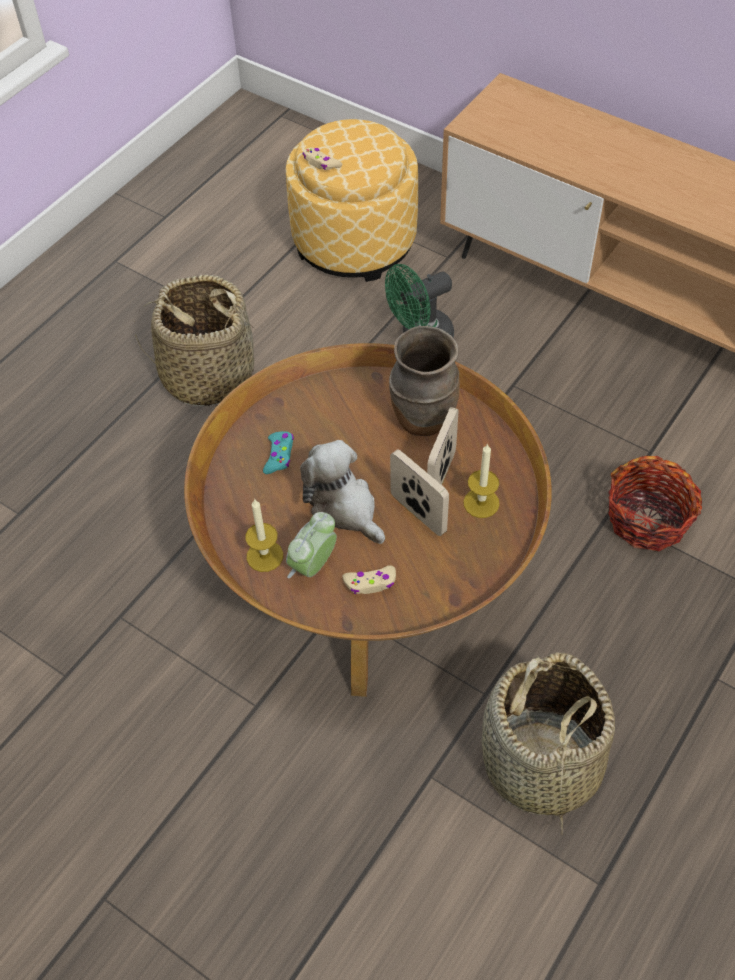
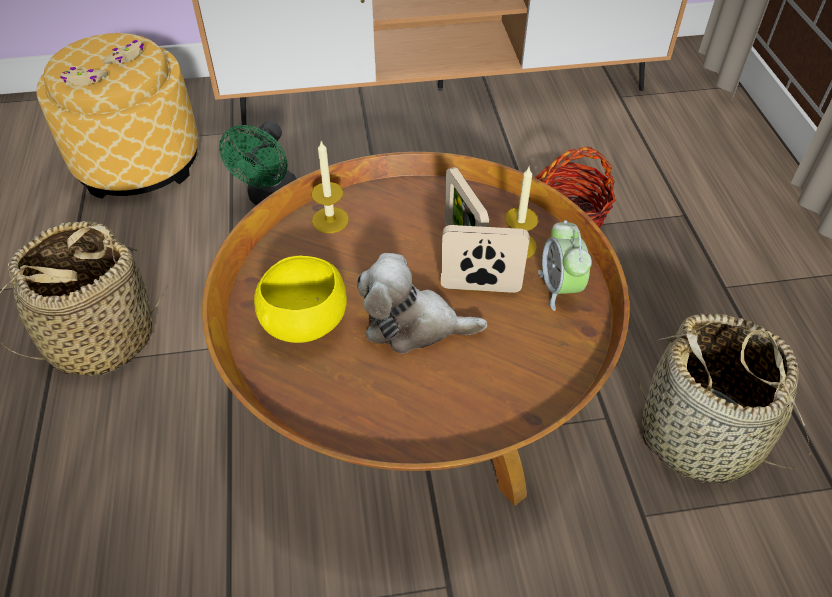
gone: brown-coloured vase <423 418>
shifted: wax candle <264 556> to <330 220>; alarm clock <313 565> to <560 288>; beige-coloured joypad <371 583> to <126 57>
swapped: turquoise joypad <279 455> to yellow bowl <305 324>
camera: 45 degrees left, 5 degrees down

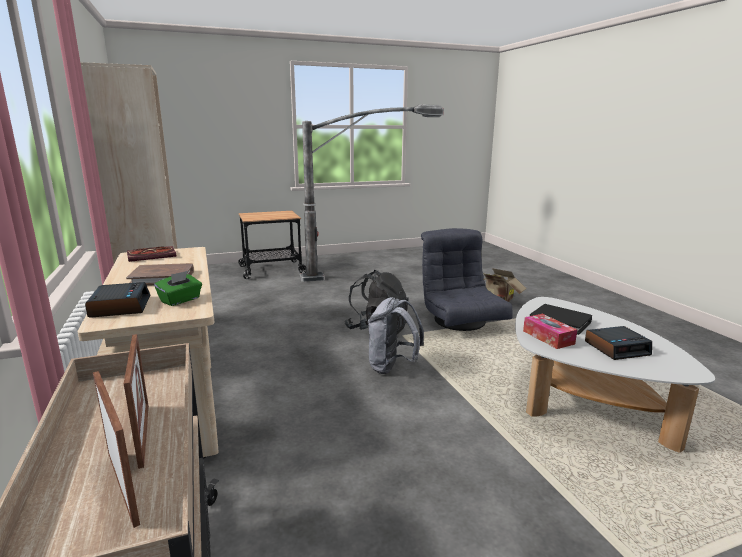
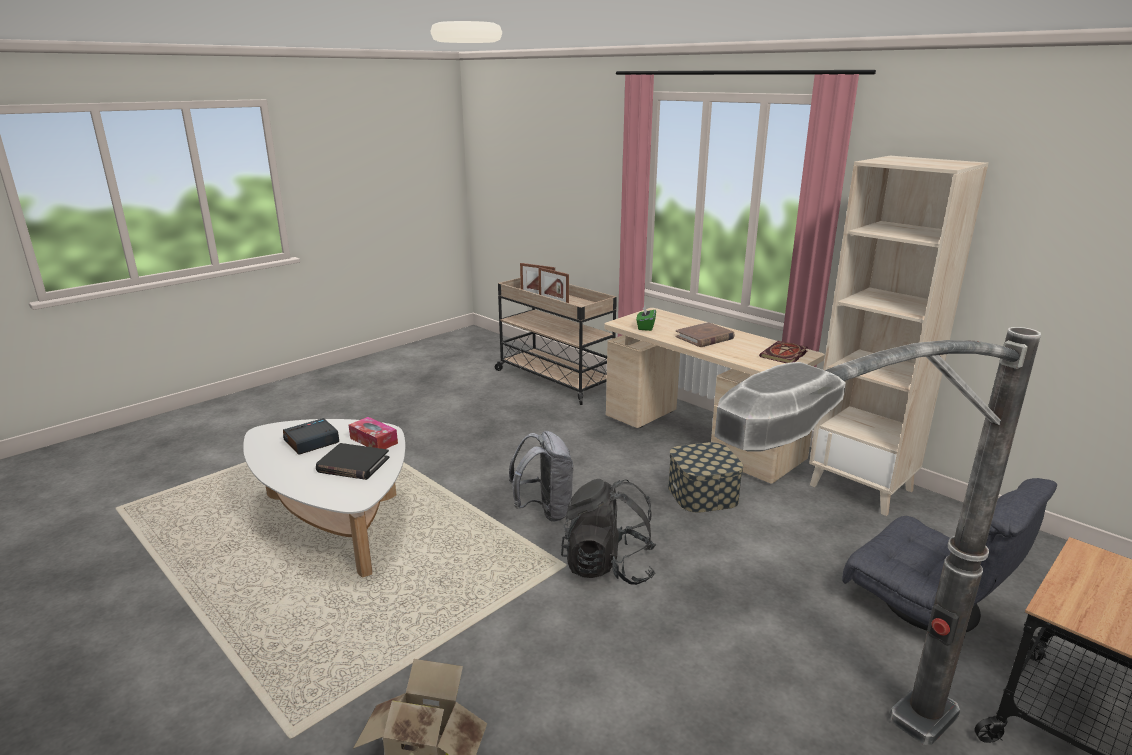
gone: alarm clock <120 306>
new: storage container <702 494>
shifted: gray easy chair <461 321> to <928 606>
camera: 155 degrees right, 5 degrees up

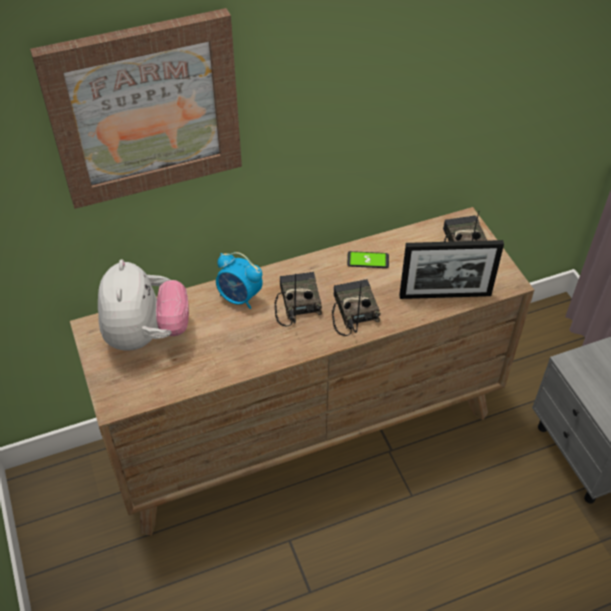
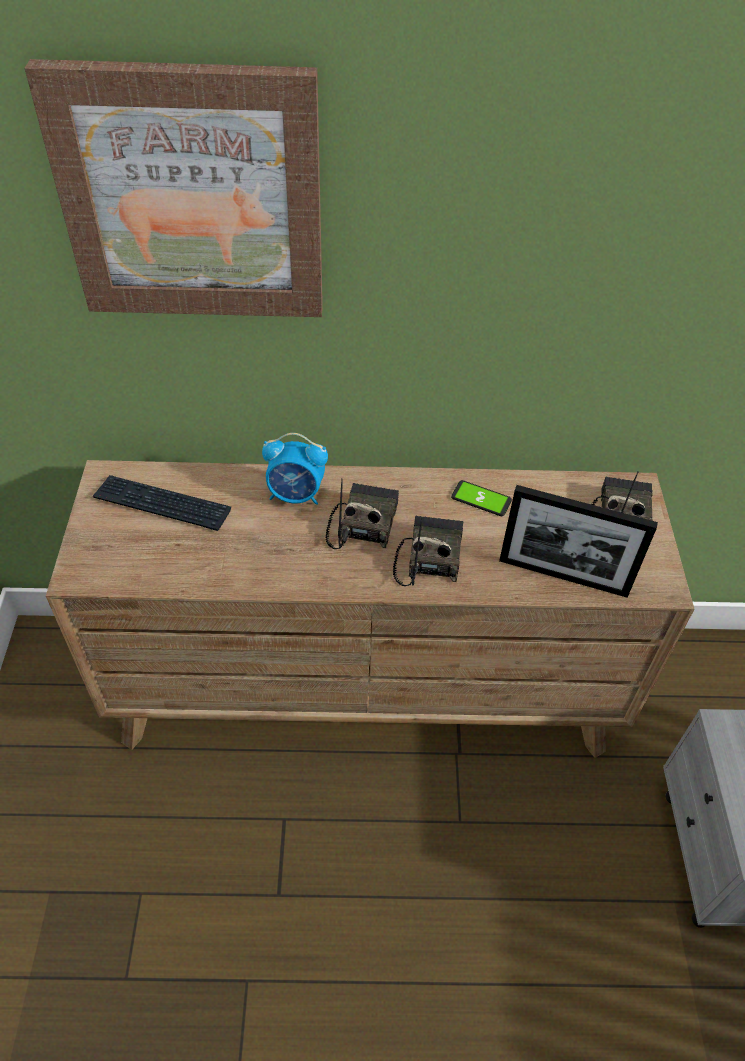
swapped: plush toy <146 335> to computer keyboard <162 504>
rotated: alarm clock <240 297> = <296 495> 45 degrees counterclockwise
camera: 20 degrees right, 0 degrees up

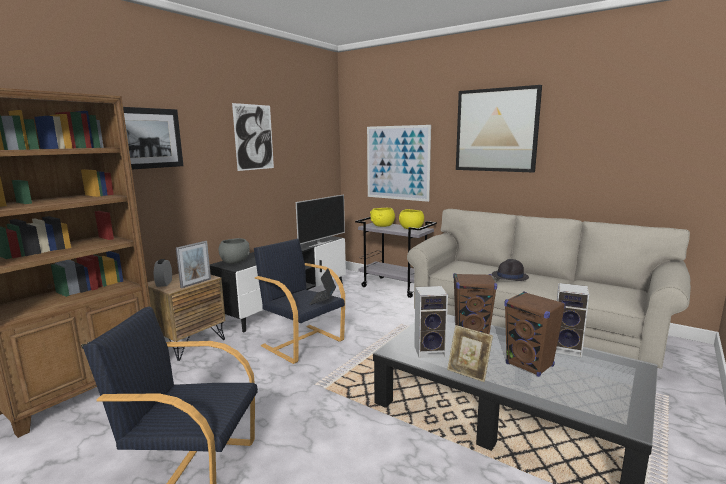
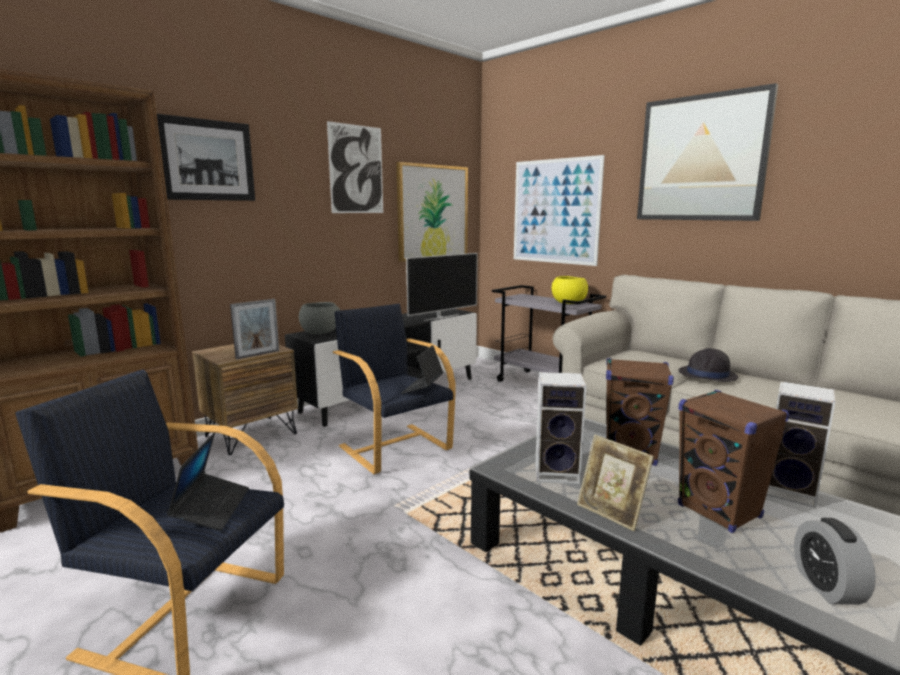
gone: yellow bowl <382 226>
new: portable computer <211 508>; picture <433 212>
shifted: alarm clock <164 283> to <826 587>
camera: 10 degrees right, 0 degrees up

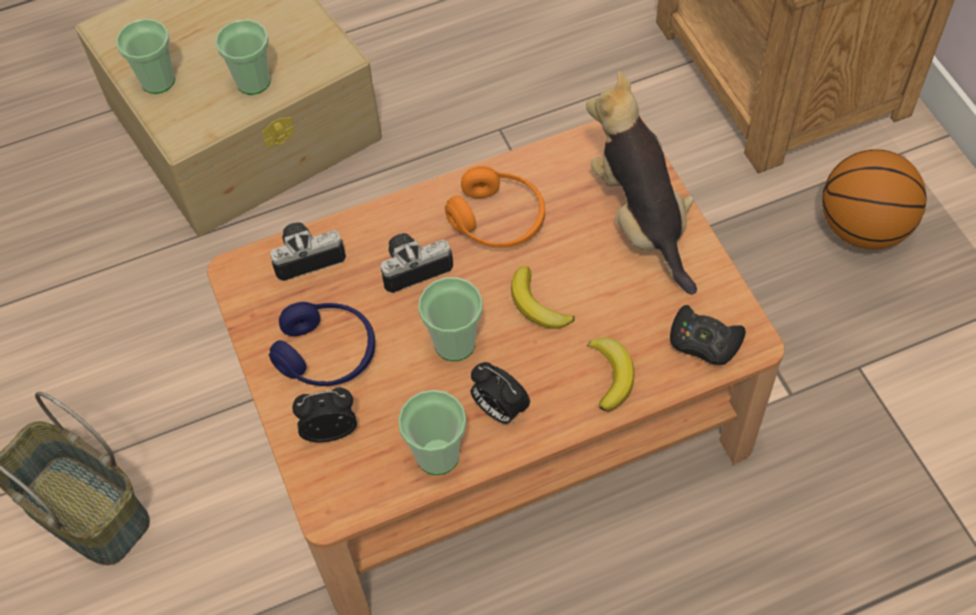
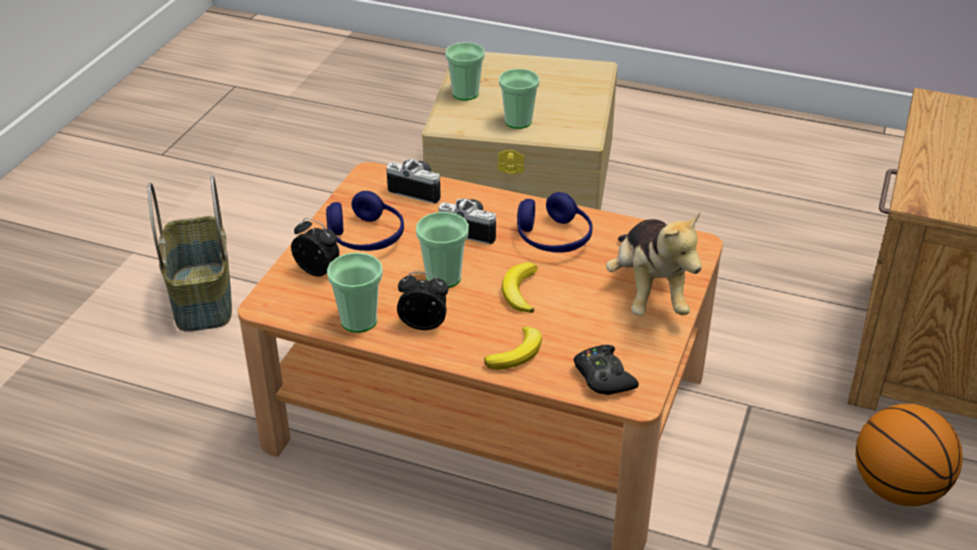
repainted: orange-coloured pair of headphones <497 220> to bluish pair of headphones <553 238>
rotated: alarm clock <499 410> = <424 324> 105 degrees clockwise; plush toy <641 219> = <648 292> 150 degrees clockwise
camera: 40 degrees right, 20 degrees down

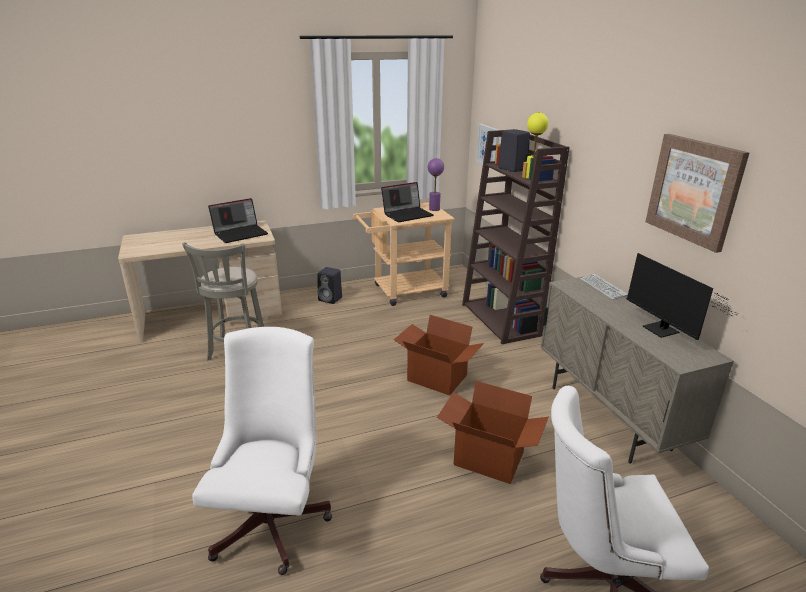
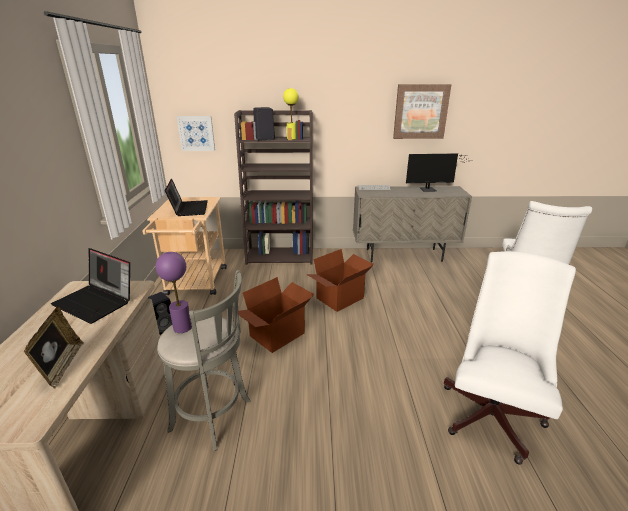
new: standing frame <62 366>
shifted: purple-coloured table lamp <434 209> to <182 327>; packing box <488 459> to <278 335>
rotated: white-coloured computer chair <274 518> = <492 412> 90 degrees clockwise; portable computer <241 233> = <97 301> 135 degrees clockwise
camera: 70 degrees left, 0 degrees up

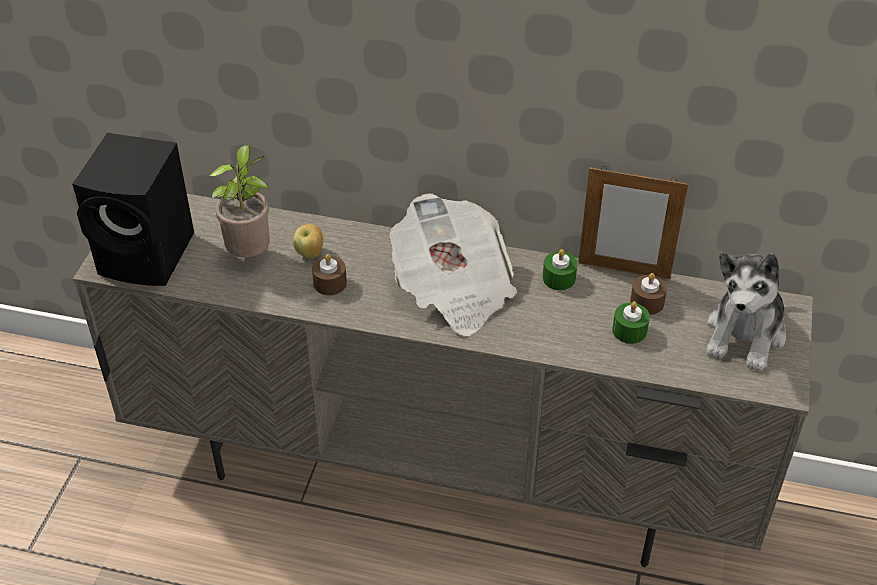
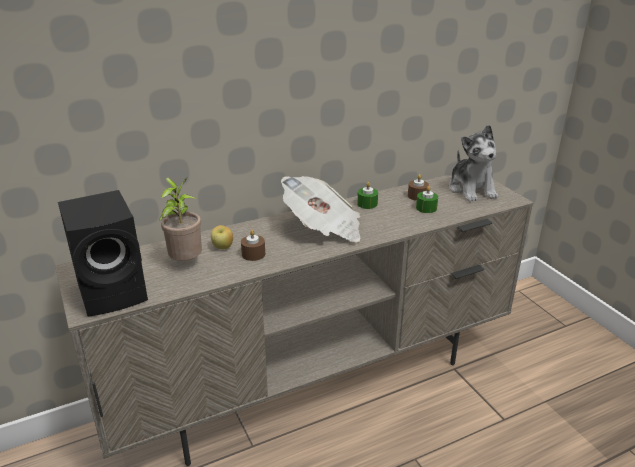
gone: standing frame <624 270>
camera: 40 degrees left, 15 degrees down

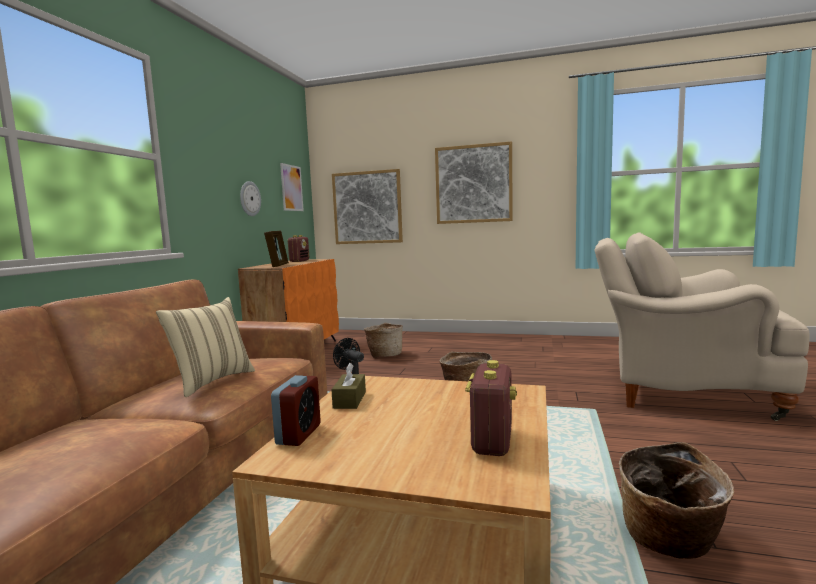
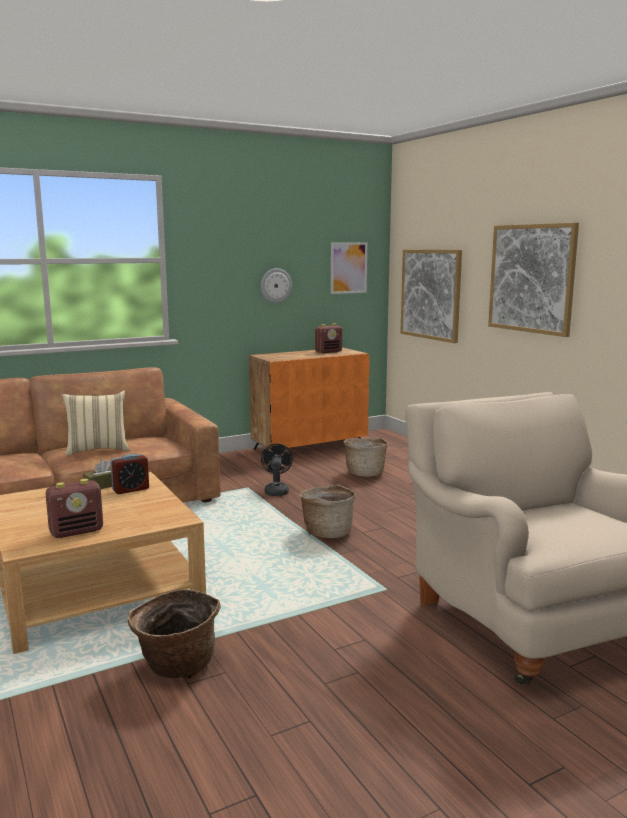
gone: standing frame <278 265>
shifted: alarm clock <299 434> to <131 489>
camera: 45 degrees right, 5 degrees up

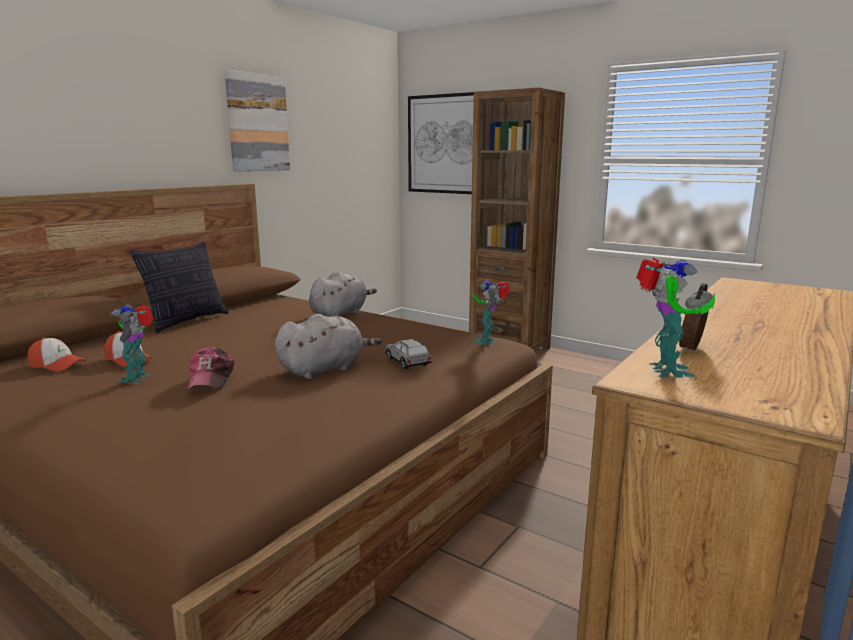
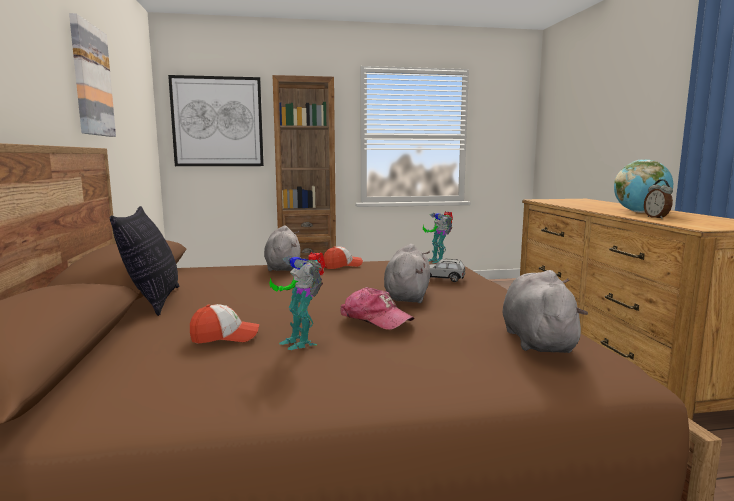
gone: model robot <665 371>
new: gray plush toy <537 340>; desk globe <640 212>
shifted: cap <57 365> to <342 266>
camera: 45 degrees left, 5 degrees down

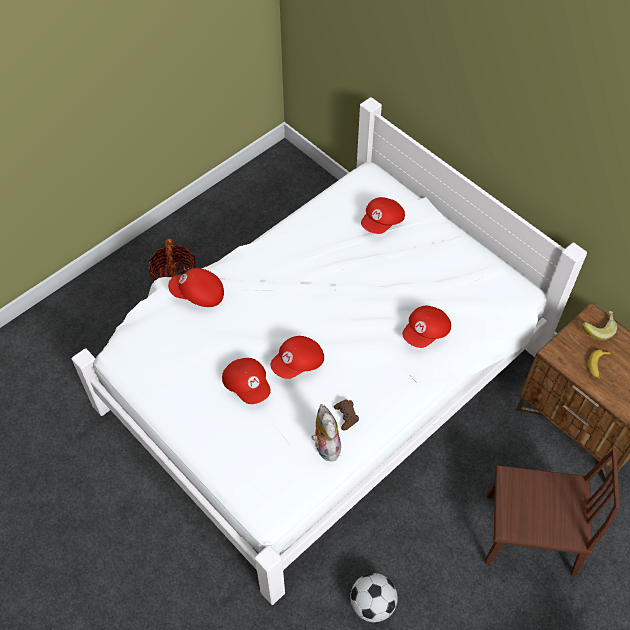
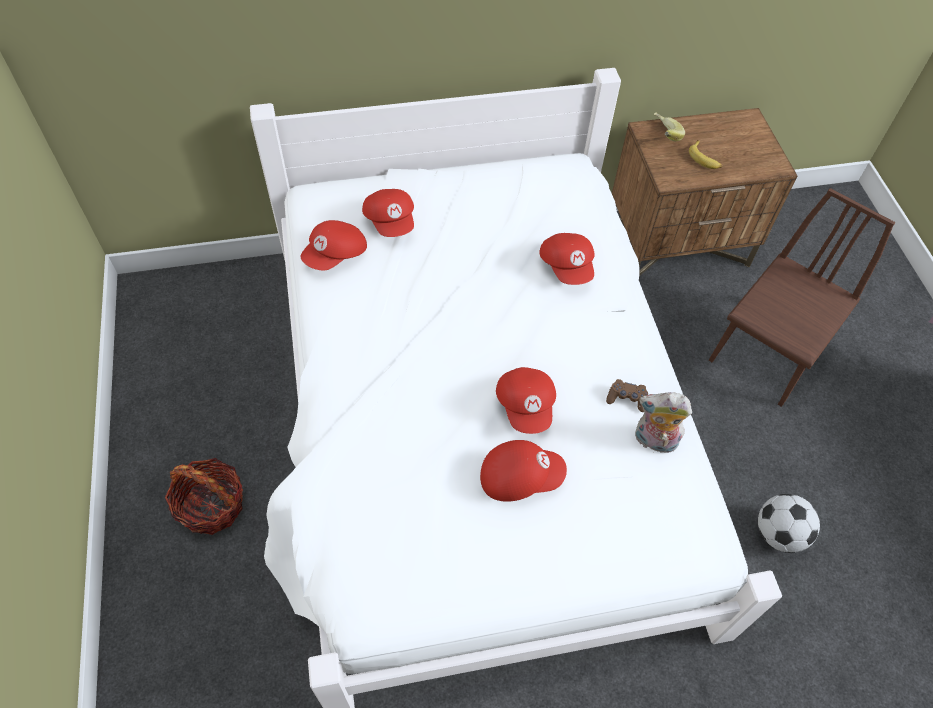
shifted: red cap <198 294> to <336 255>
camera: 60 degrees left, 0 degrees up

